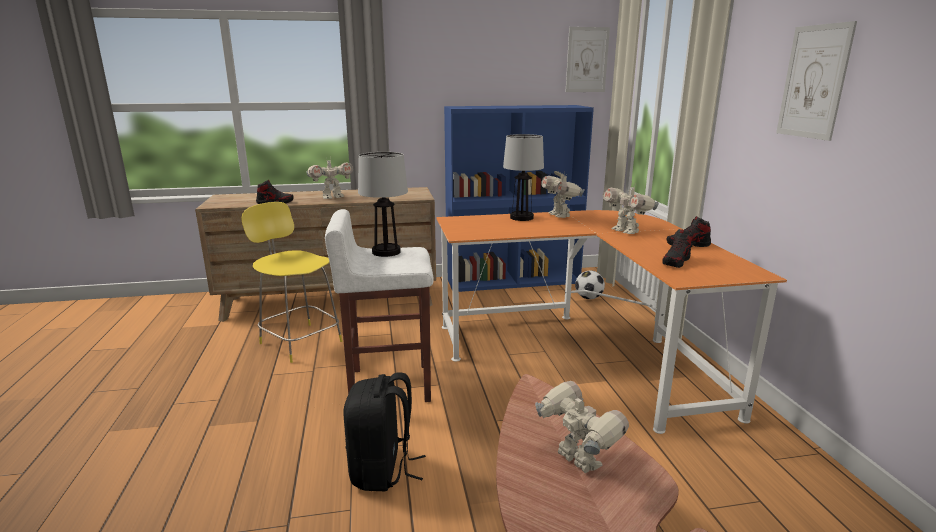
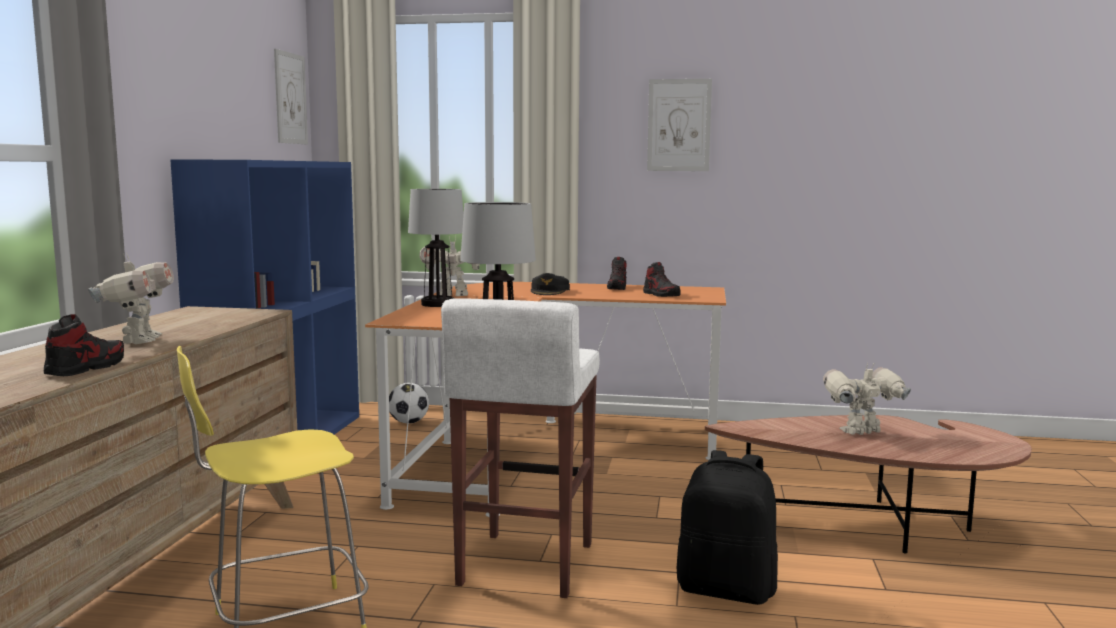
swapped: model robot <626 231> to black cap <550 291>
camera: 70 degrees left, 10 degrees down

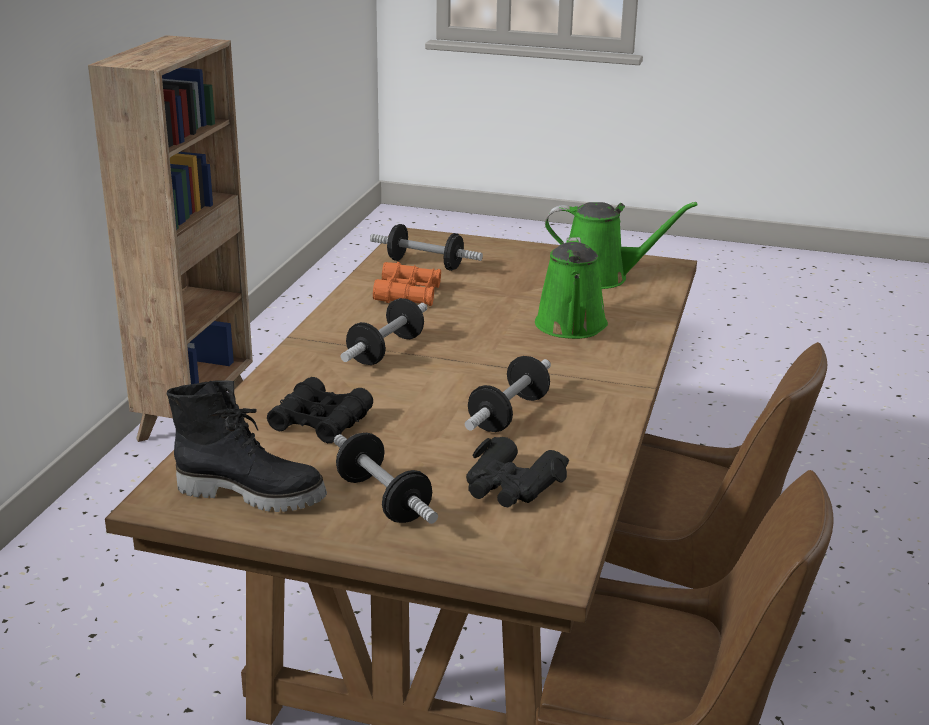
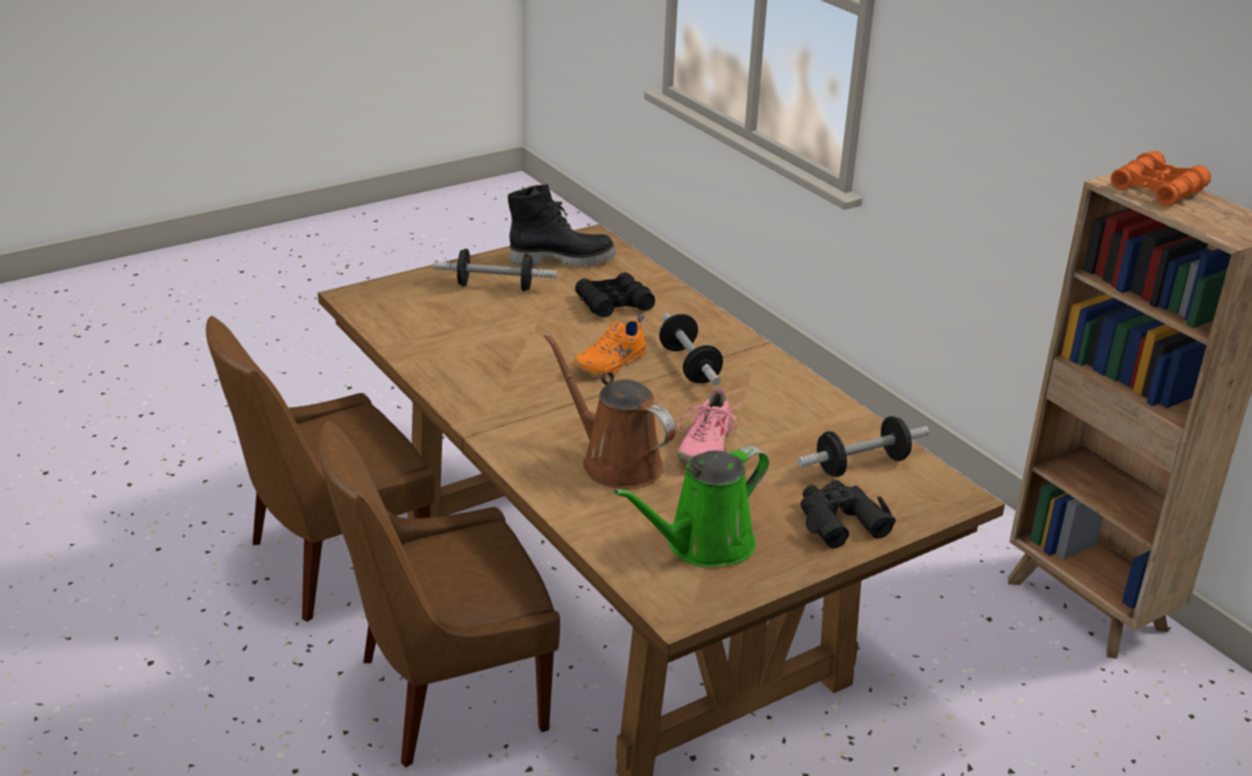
gone: hand weight <509 414>
new: orange-coloured item of footwear <611 364>; pink-coloured item of footwear <704 445>
shifted: orange-coloured field glasses <408 294> to <1157 190>; black field glasses <511 486> to <839 521>
repainted: greenish watering can <571 327> to brown-coloured watering can <615 462>
rotated: black tall boot <252 493> = <562 259> 150 degrees counterclockwise
camera: 130 degrees right, 5 degrees up

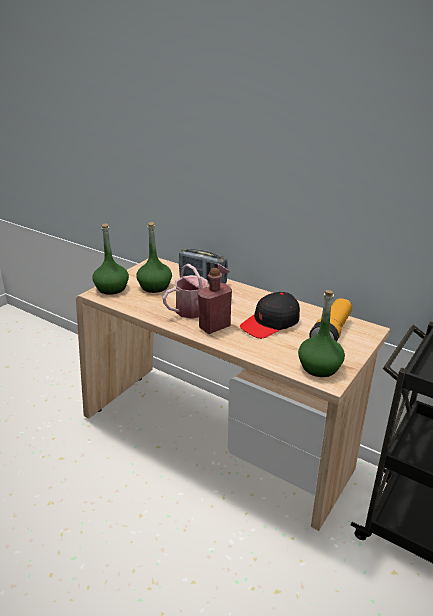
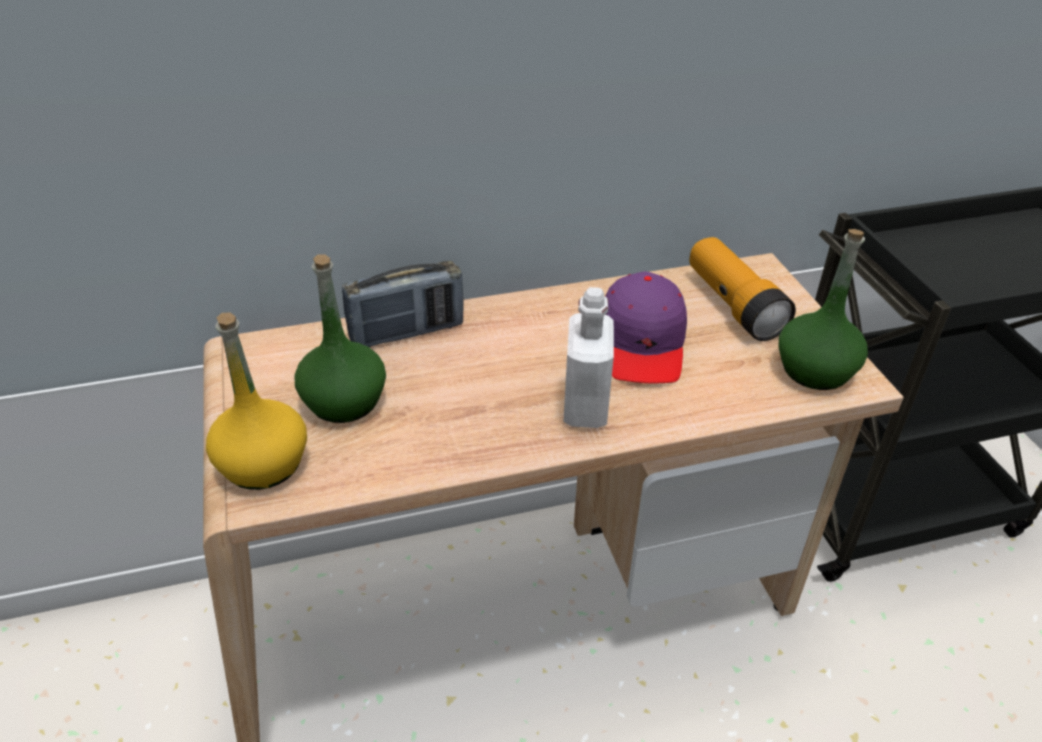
gone: watering can <196 308>
repainted: greenish bottle <112 288> to yellow bottle <264 464>; red bottle <214 327> to white-coloured bottle <585 407>; black cap <270 323> to purple-coloured cap <643 343>
camera: 50 degrees left, 10 degrees up

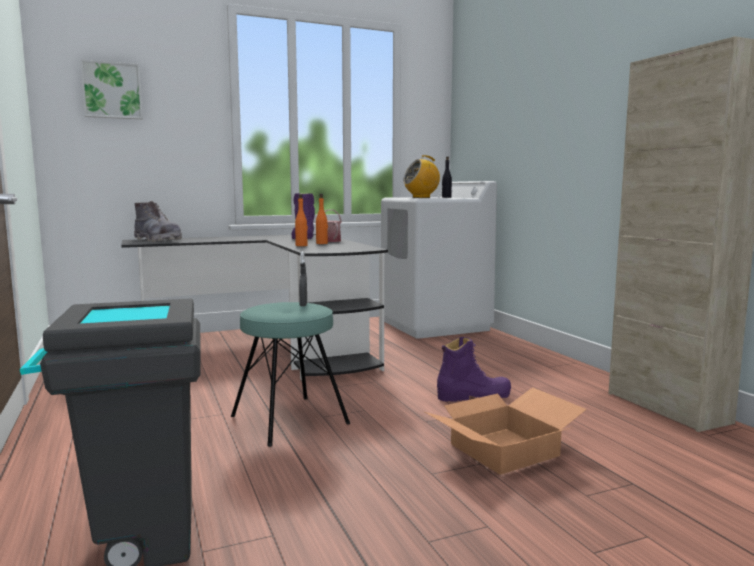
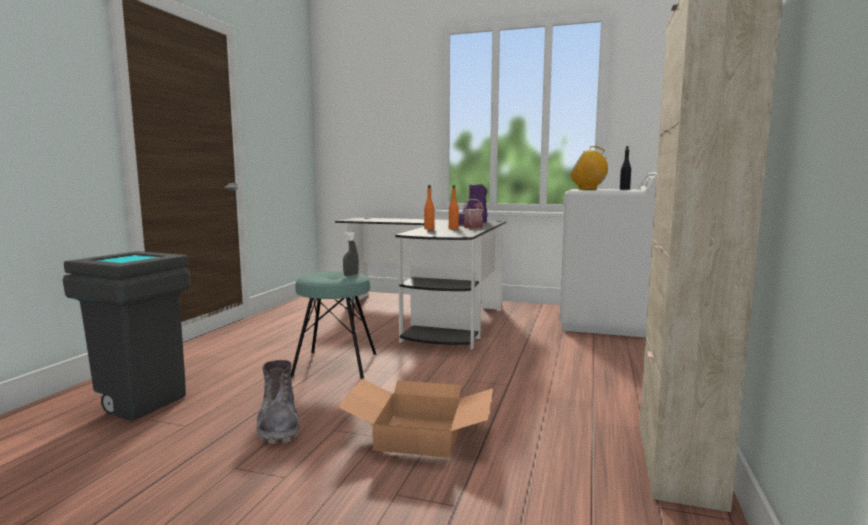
gone: picture <112 90>; purple-coloured tall boot <473 396>
shifted: gray tall boot <157 240> to <279 426>
camera: 40 degrees right, 0 degrees up

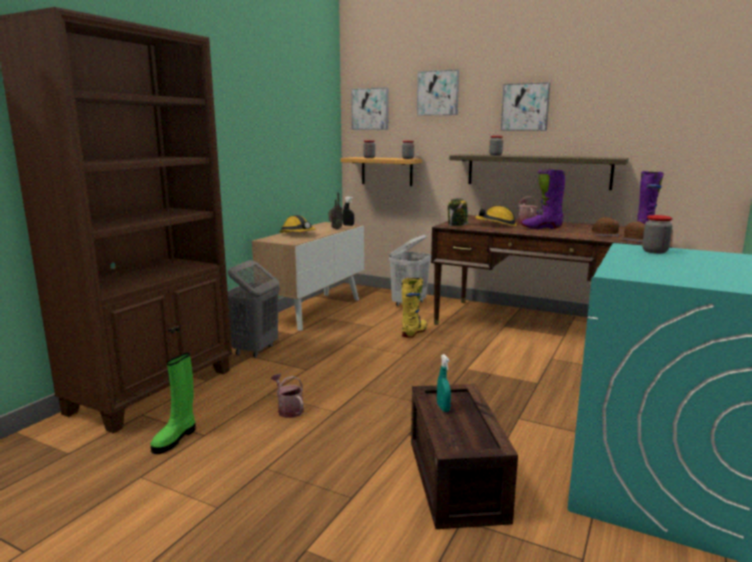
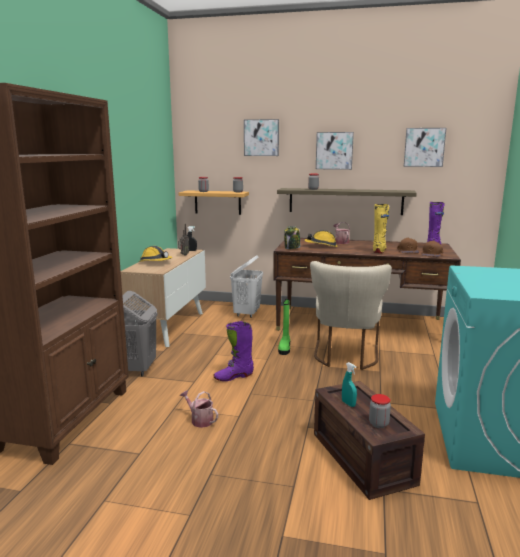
new: beige-coloured chair <345 357>
shifted: greenish tall boot <175 438> to <284 348>; picture <370 109> to <424 147>; yellow tall boot <414 332> to <379 251>; purple-coloured tall boot <541 227> to <233 377>; storage jar <654 251> to <378 424>
camera: 15 degrees left, 0 degrees up

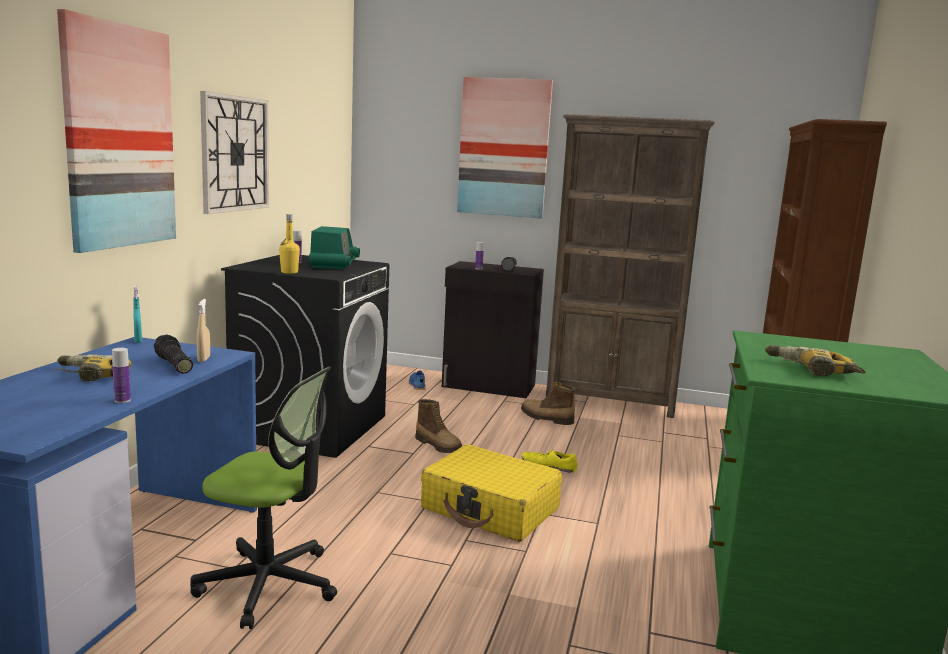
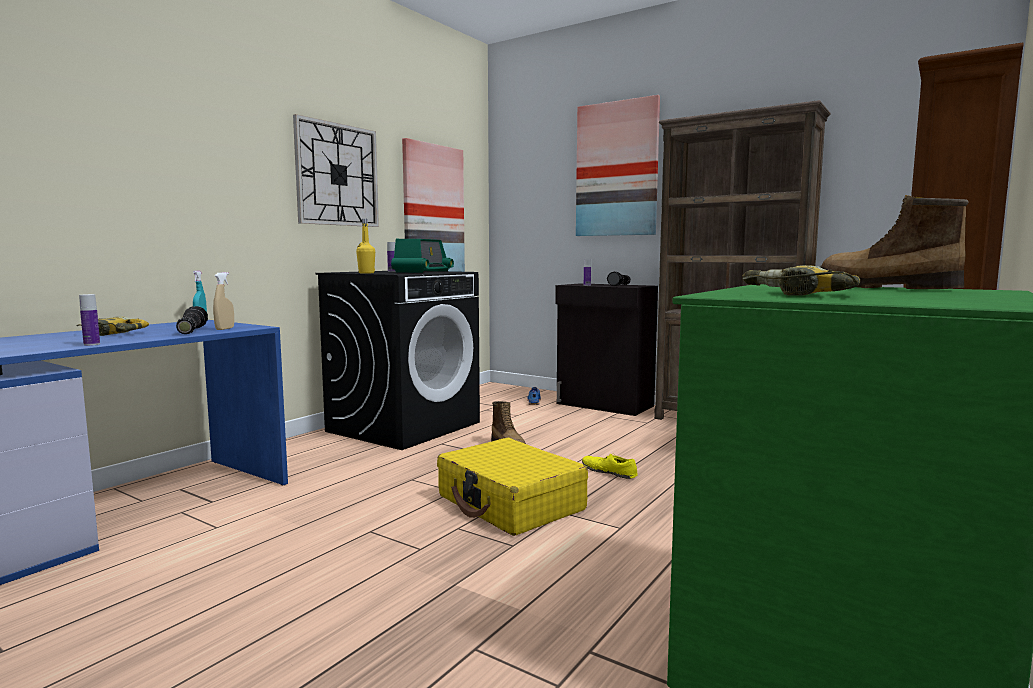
gone: computer chair <269 584>
shifted: picture <119 137> to <433 210>; tall boot <546 418> to <883 288>
camera: 20 degrees right, 5 degrees down

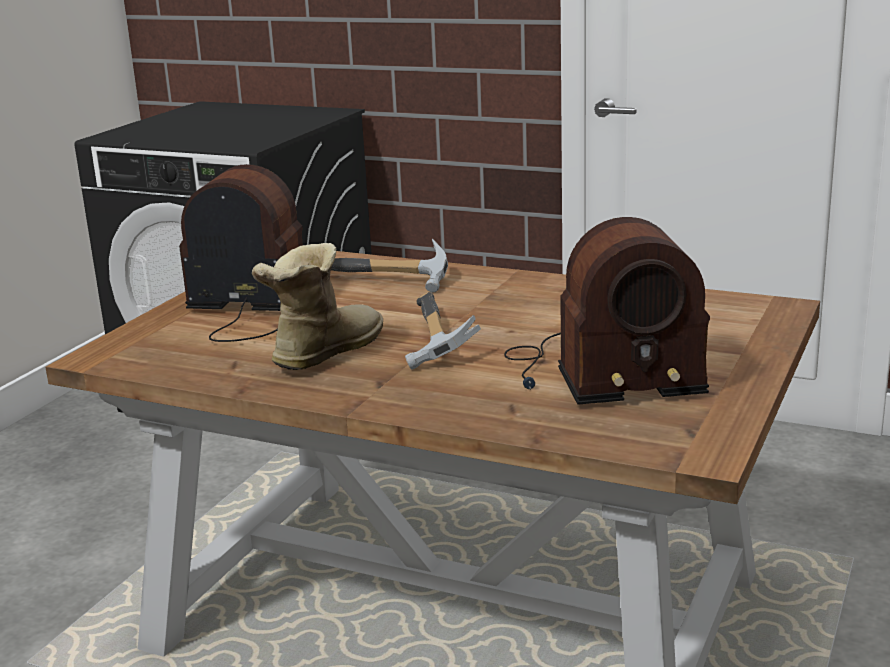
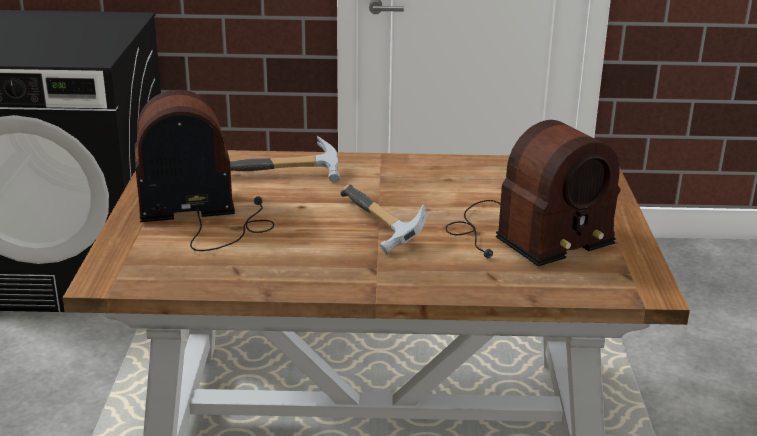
gone: tall boot <322 353>
camera: 25 degrees left, 5 degrees up

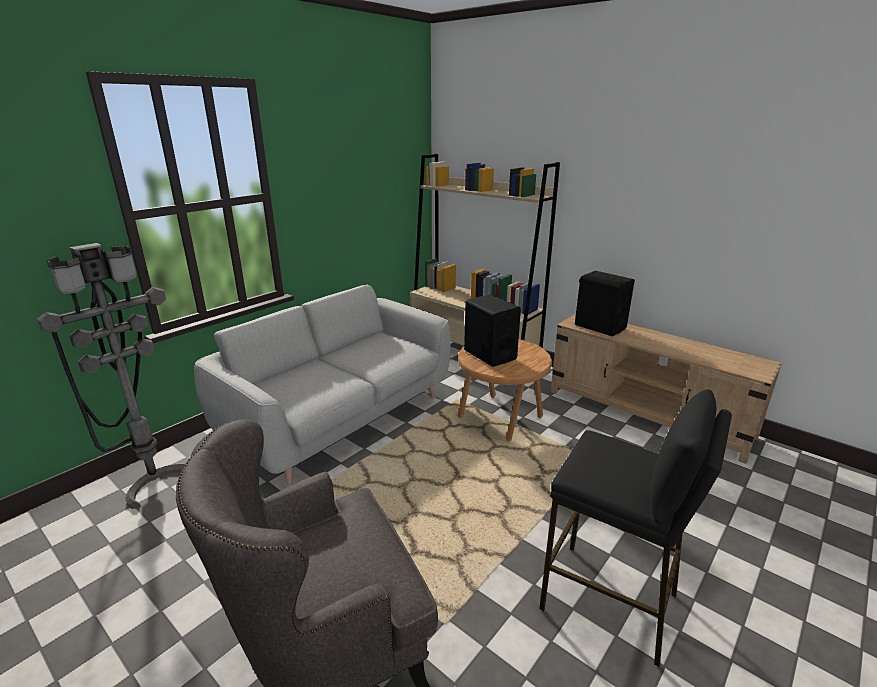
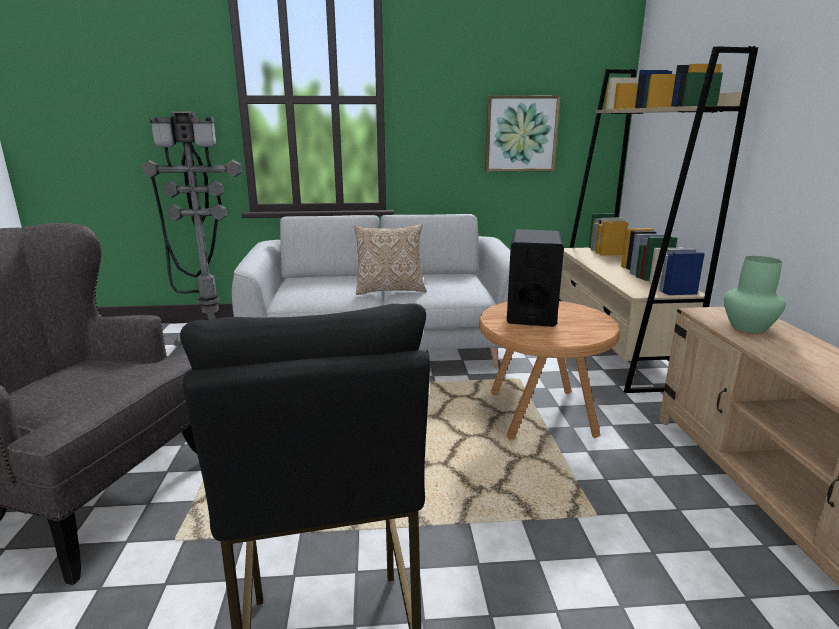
new: throw pillow <390 290>; picture <521 134>
swapped: black audio speaker <599 326> to greenish vase <748 327>
camera: 45 degrees right, 5 degrees down

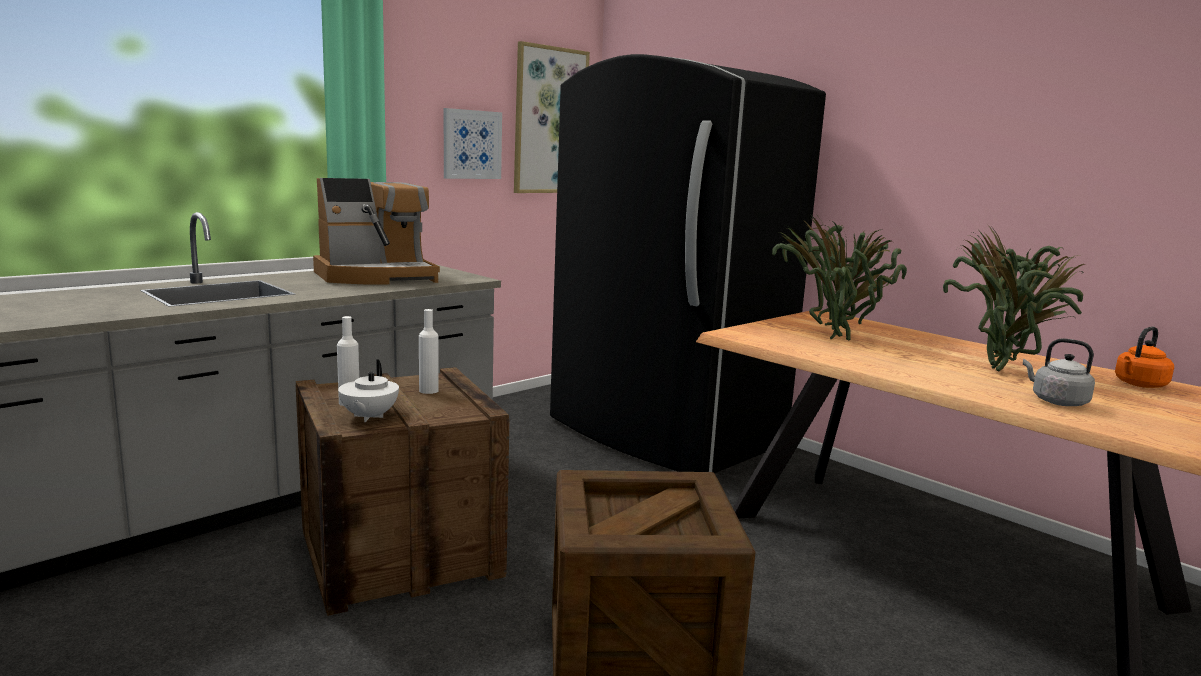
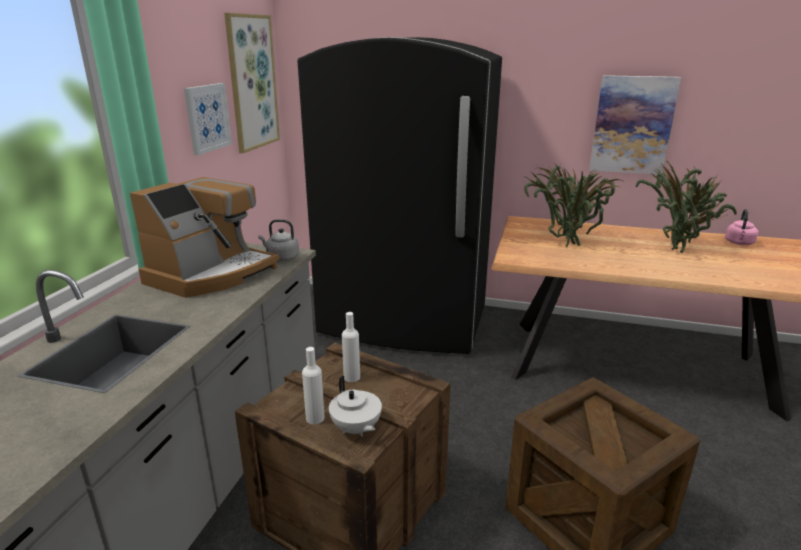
new: picture <632 125>
shifted: gray water kettle <1056 401> to <281 258>
repainted: orange-coloured water kettle <1139 385> to pink-coloured water kettle <739 243>
camera: 30 degrees left, 10 degrees up

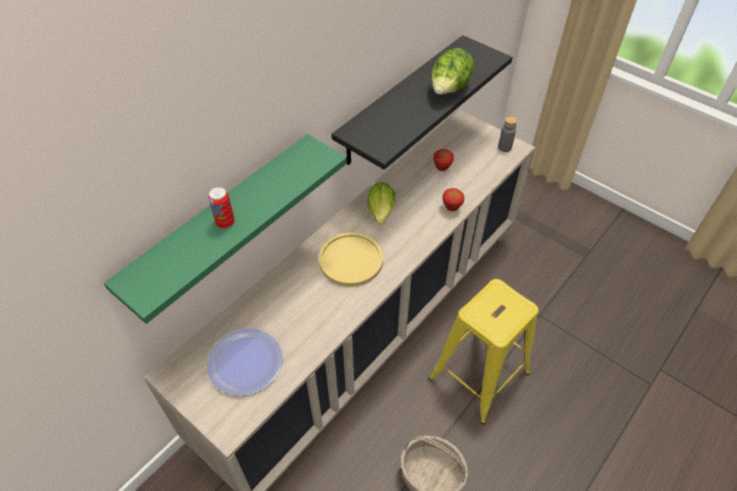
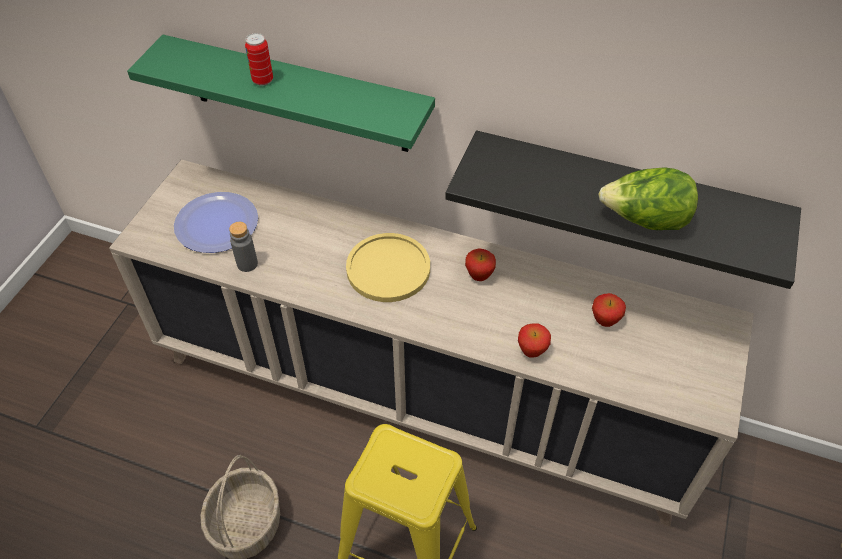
shifted: gray bottle <504 147> to <247 264>
swapped: lettuce head <381 214> to apple fruit <479 276>
camera: 70 degrees right, 0 degrees up

